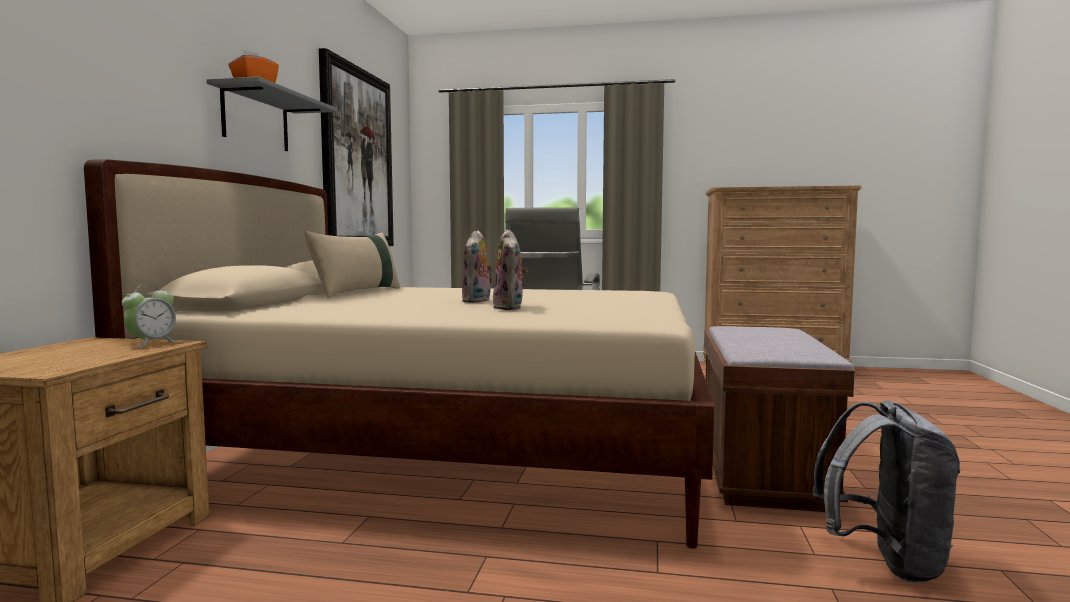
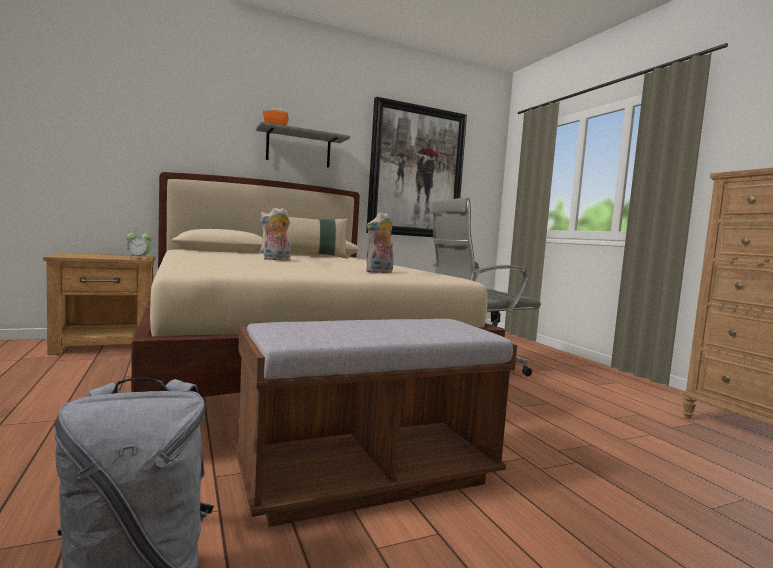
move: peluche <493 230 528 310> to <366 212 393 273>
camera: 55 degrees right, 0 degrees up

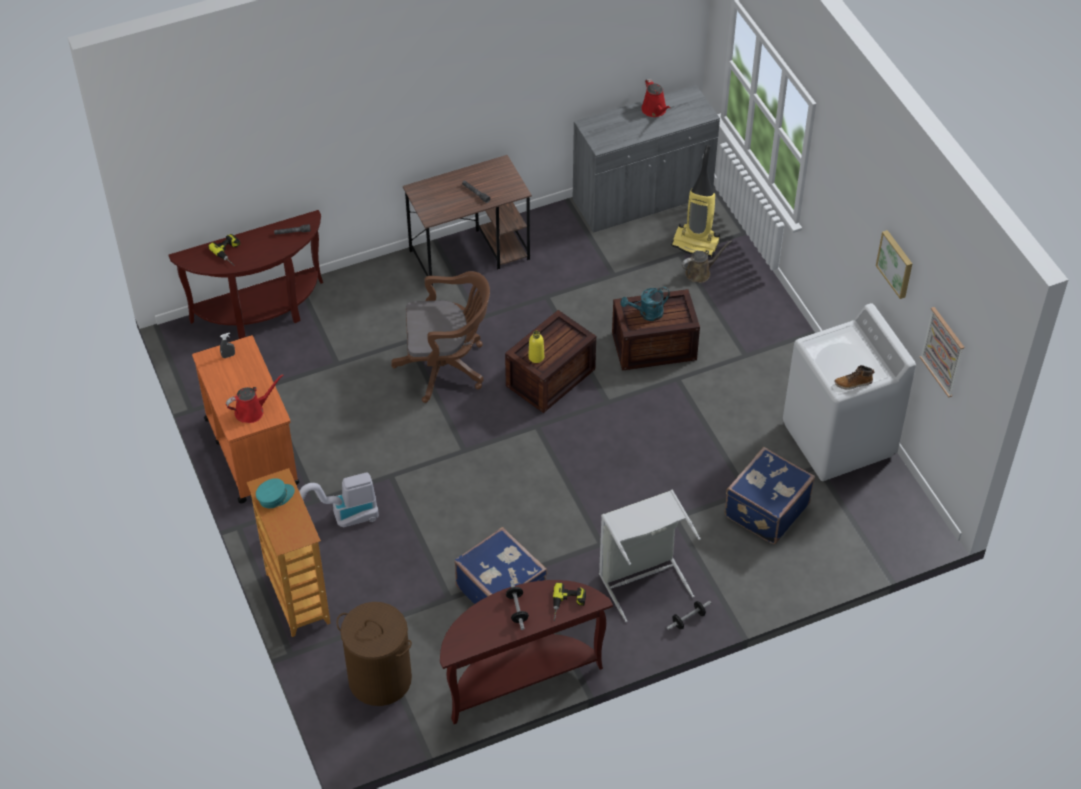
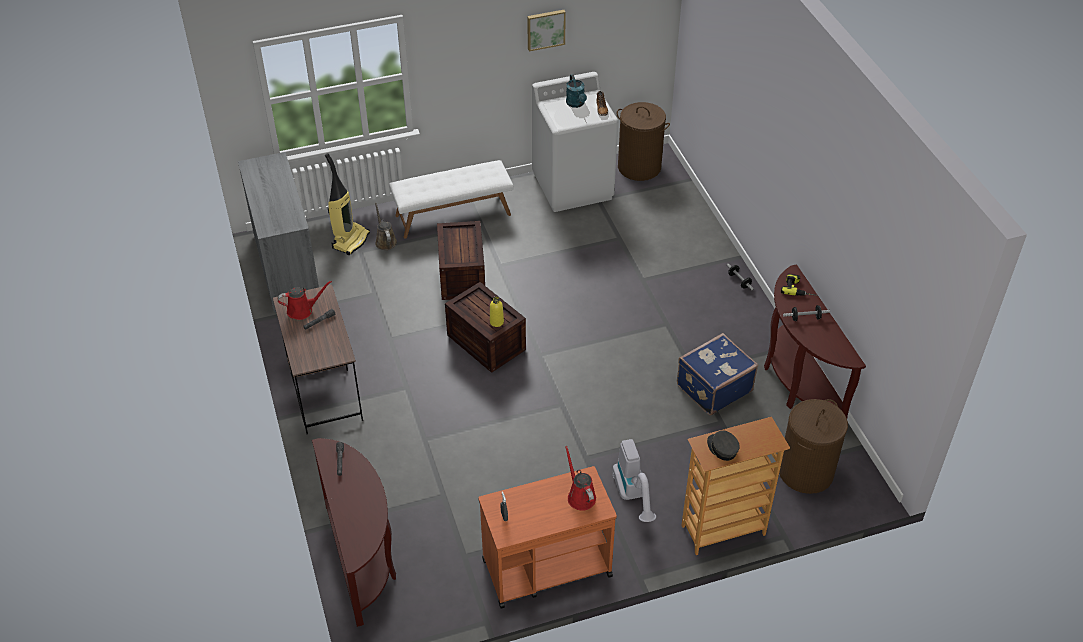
delete: perceuse <208 234 240 265>; chaise de bureau [marron] <391 271 490 403>; panier à linge [gris] <599 490 701 622>; valise [bleu] <724 447 815 544>; tableau <920 307 965 398>
insert: banc [blanc] <389 160 514 239>; panier à linge [marron] <617 102 670 181>
move: arrosoir [turquoise] <621 287 670 321> to <566 75 587 108>; arrosoir [rouge] <642 78 671 117> to <277 281 332 320>
recolor: casquette [turquoise] <256 478 295 508> to casquette [gris] <707 430 740 461>
camera: 85 degrees left, 5 degrees down

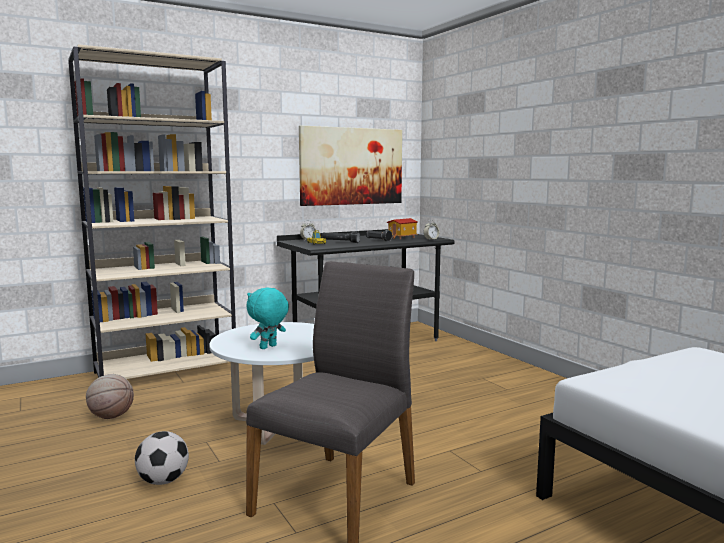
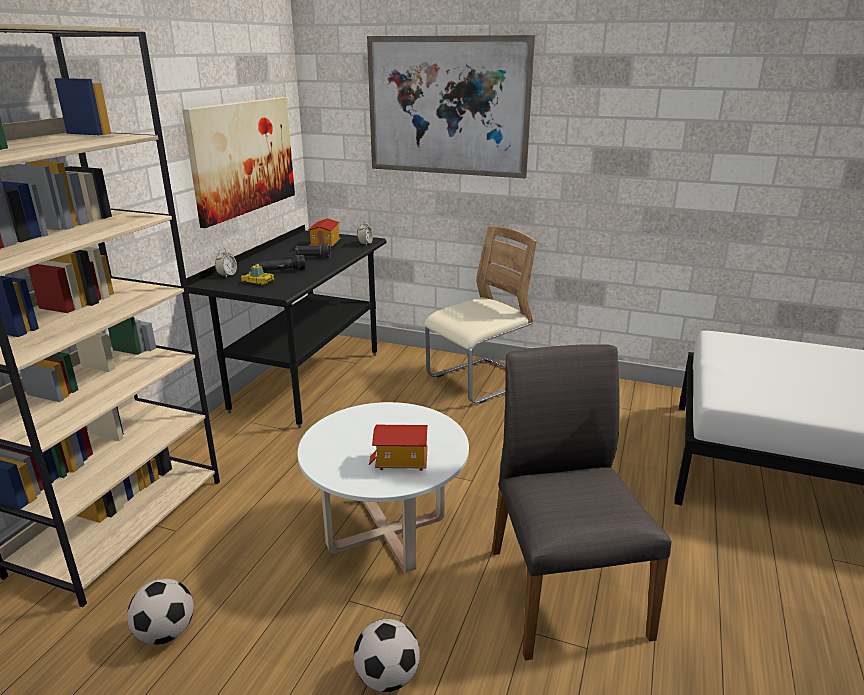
insert: tableau <367 35 535 178>; chaise [beige] <424 226 537 404>
replace: ballon de basket <86 374 134 419> to ballon de foot <127 579 194 645>; peluche [turquoise] <246 288 289 349> to maison miniature <369 425 428 471>
camera: 40 degrees left, 15 degrees up

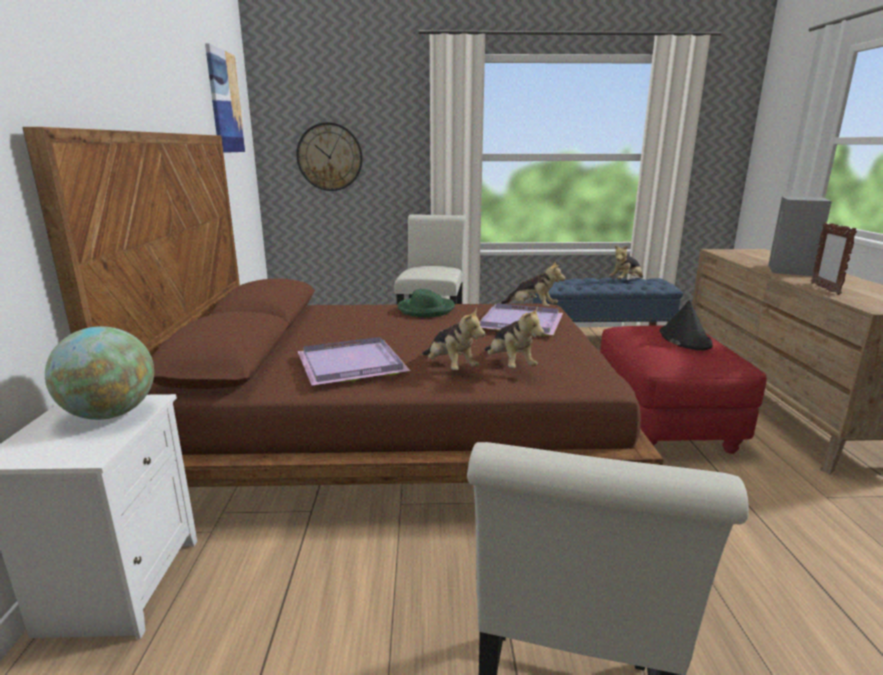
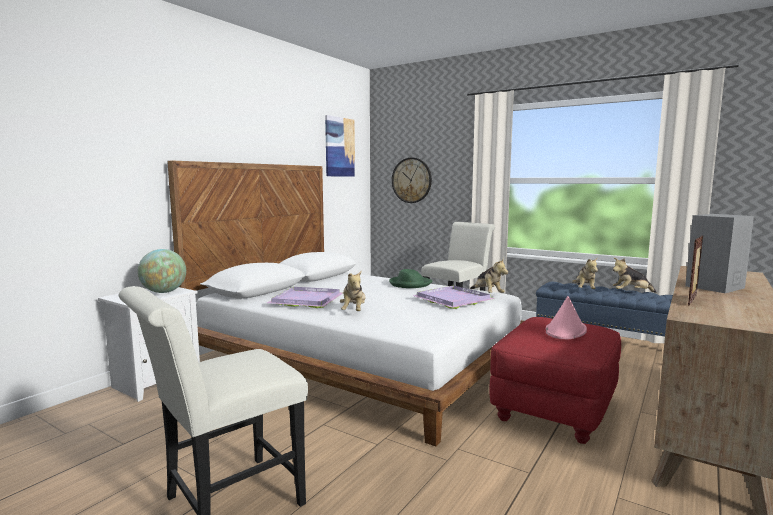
move: peluche <484 306 545 368> to <572 257 598 289>
recolor: lit [marron] <23 127 664 487> to lit [blanc] <167 161 524 446>; chapeau [noir] <659 300 713 350> to chapeau [rose] <546 296 587 339>
camera: 35 degrees right, 10 degrees down

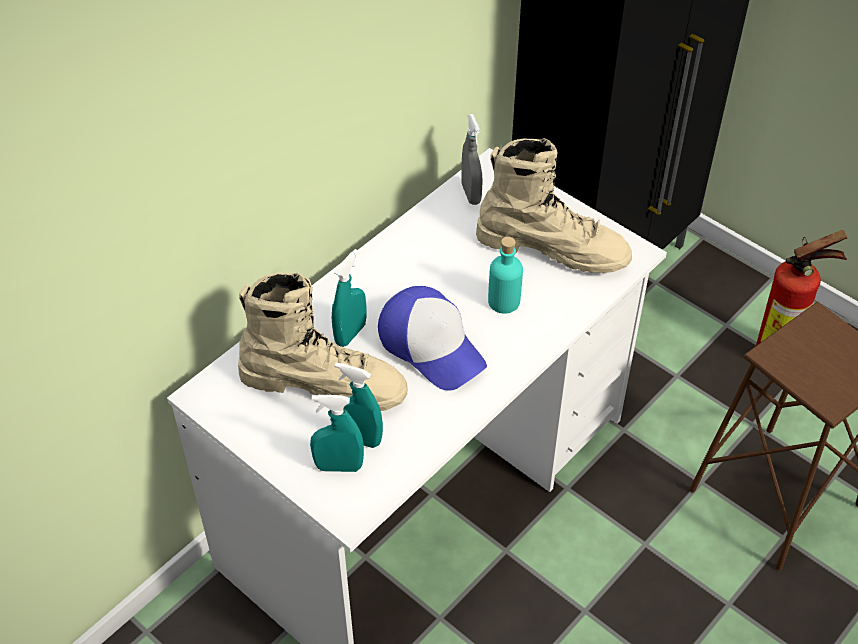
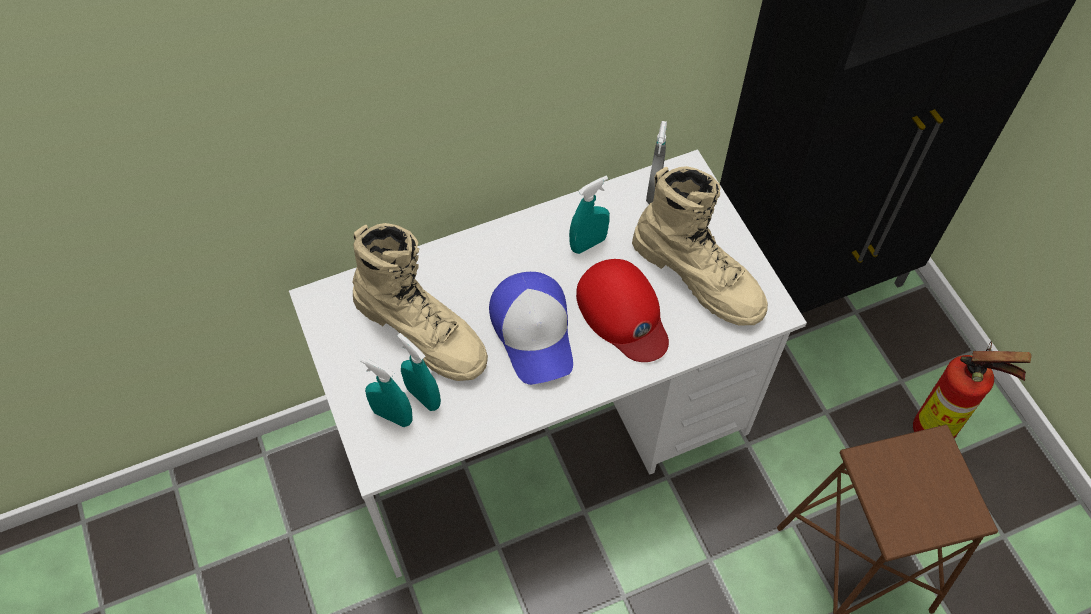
move: vaporisateur [turquoise] <332 249 366 347> to <569 176 610 254>
replace: bouteille [turquoise] <488 237 523 314> to casquette [rouge] <576 259 669 362>
camera: 25 degrees right, 10 degrees up

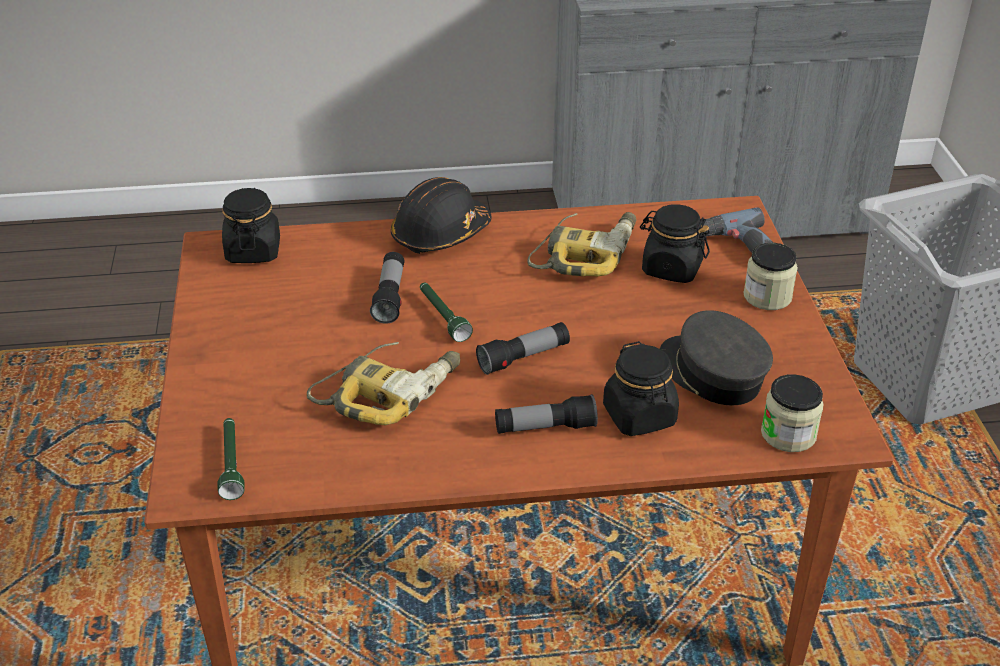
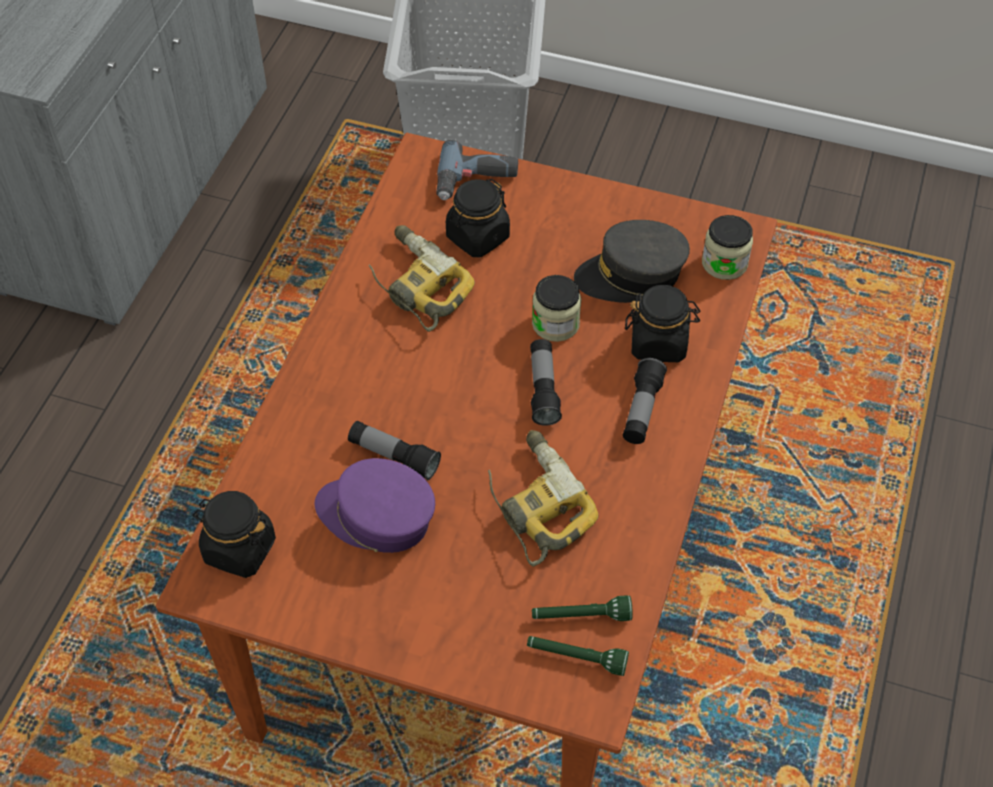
delete: casque de chantier [noir] <390 177 492 254>
insert: casquette [violet] <315 458 435 553>
move: lampe de poche [vert] <420 282 473 342> to <532 596 633 621>; bocal <743 243 798 310> to <532 275 581 342>
camera: 65 degrees left, 15 degrees up

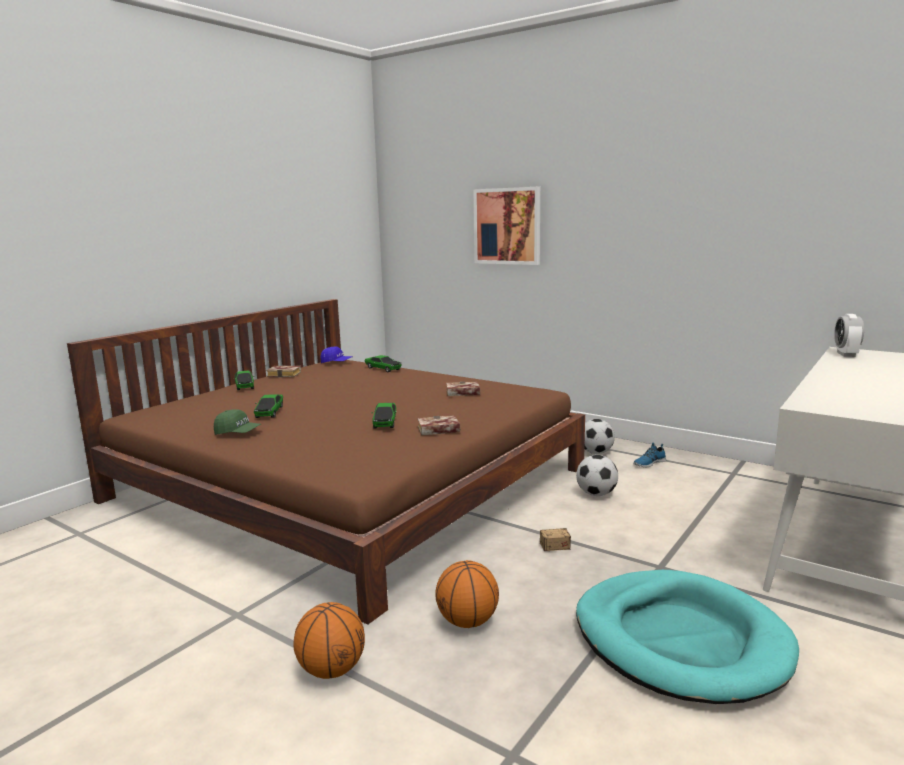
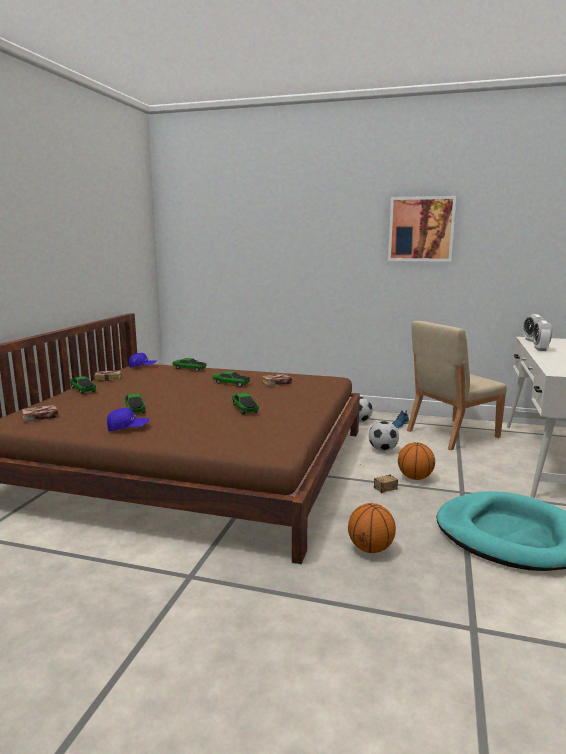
insert: petite voiture <212 371 250 387>; chaise [beige] <407 321 507 450>; réveil <533 321 552 351>
move: ballon de basket <294 602 365 679> to <398 442 435 480>; livre <418 415 460 435> to <22 405 59 422>; tableau <473 187 540 265> to <388 196 456 262>
recolor: casquette [vert] <214 409 261 435> to casquette [bleu] <107 408 150 431>
camera: 20 degrees left, 0 degrees up

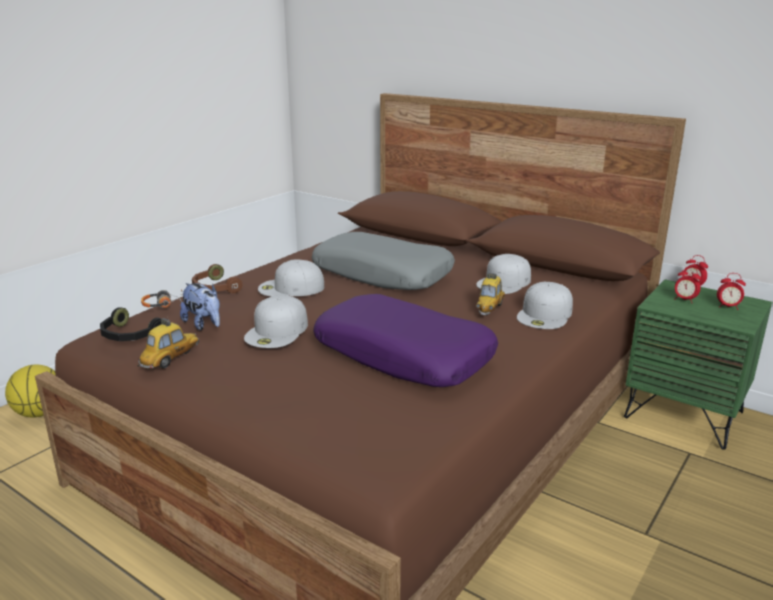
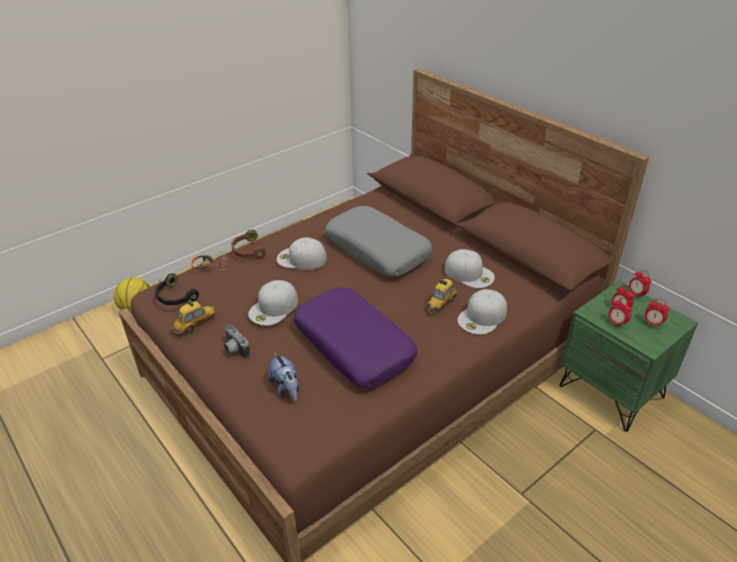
insert: appareil photo <224 324 250 359>; réveil <607 298 632 329>
move: peluche <180 283 220 330> to <268 352 299 401>
rotate: casquette [blanc] <476 254 531 294> = <445 249 495 288> 105 degrees counterclockwise
camera: 15 degrees right, 15 degrees up

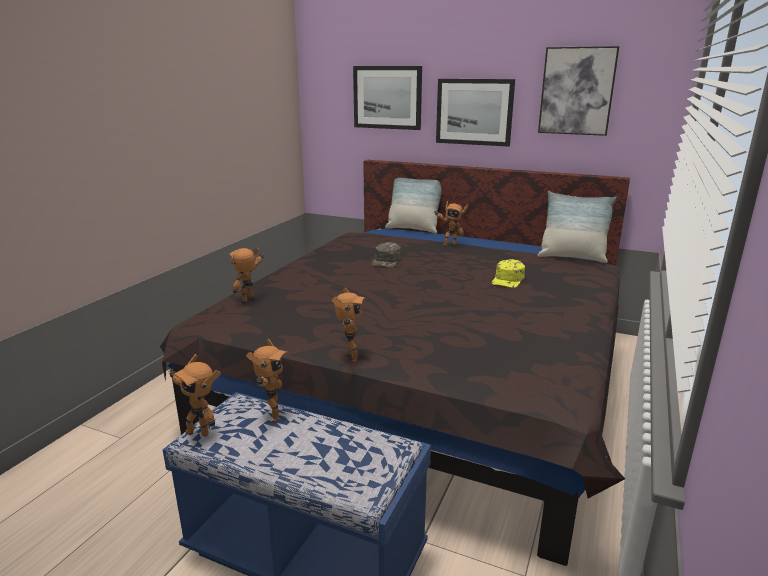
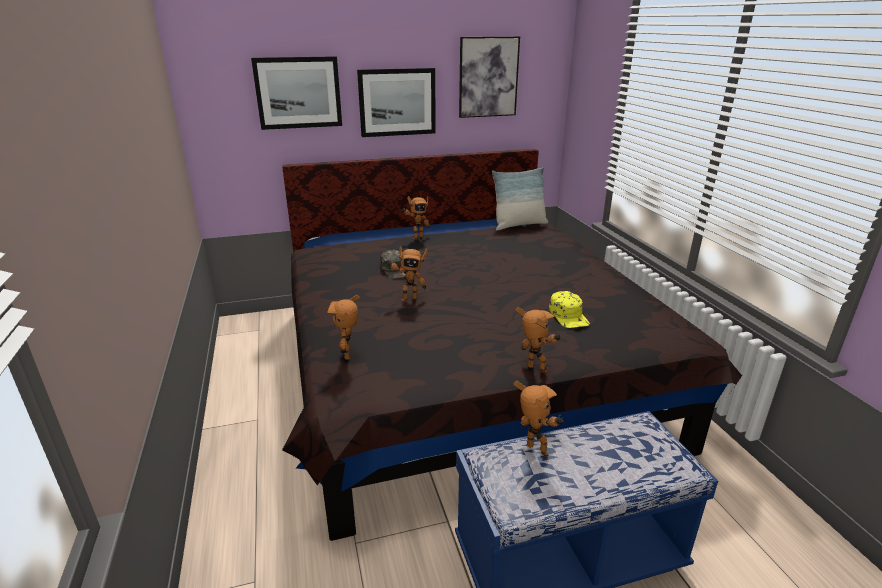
delete: coussin <385 178 441 233>
move: robot jouet <168 354 221 437> to <386 246 428 302>; casquette [jaune] <491 259 525 288> to <549 291 590 328>
camera: 40 degrees left, 5 degrees up

